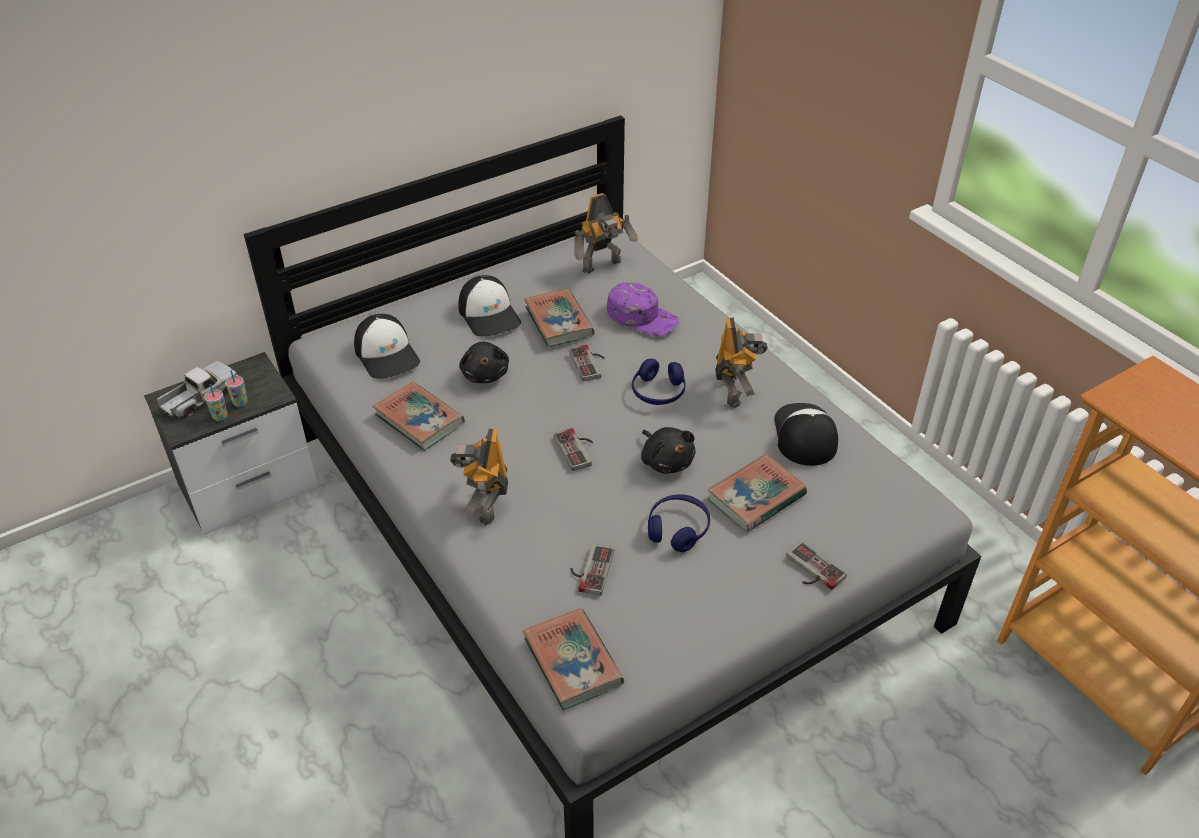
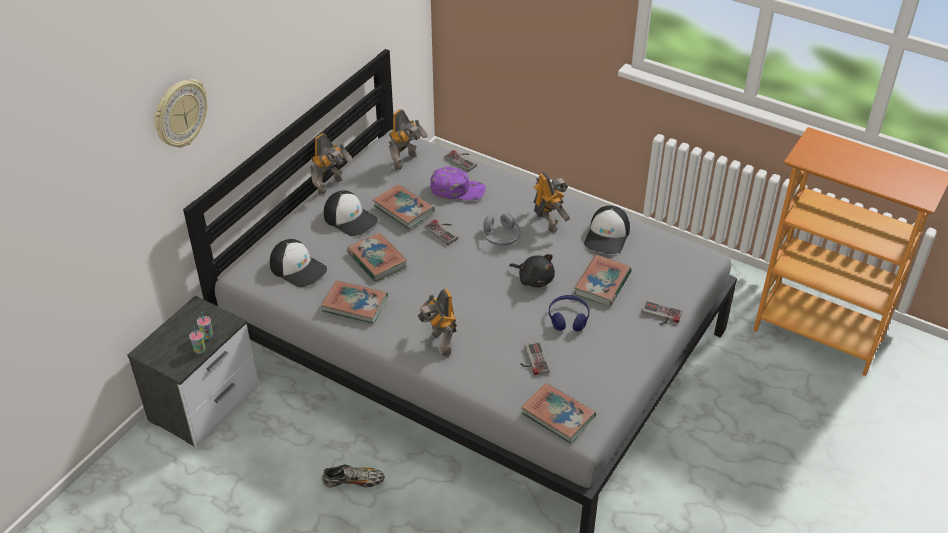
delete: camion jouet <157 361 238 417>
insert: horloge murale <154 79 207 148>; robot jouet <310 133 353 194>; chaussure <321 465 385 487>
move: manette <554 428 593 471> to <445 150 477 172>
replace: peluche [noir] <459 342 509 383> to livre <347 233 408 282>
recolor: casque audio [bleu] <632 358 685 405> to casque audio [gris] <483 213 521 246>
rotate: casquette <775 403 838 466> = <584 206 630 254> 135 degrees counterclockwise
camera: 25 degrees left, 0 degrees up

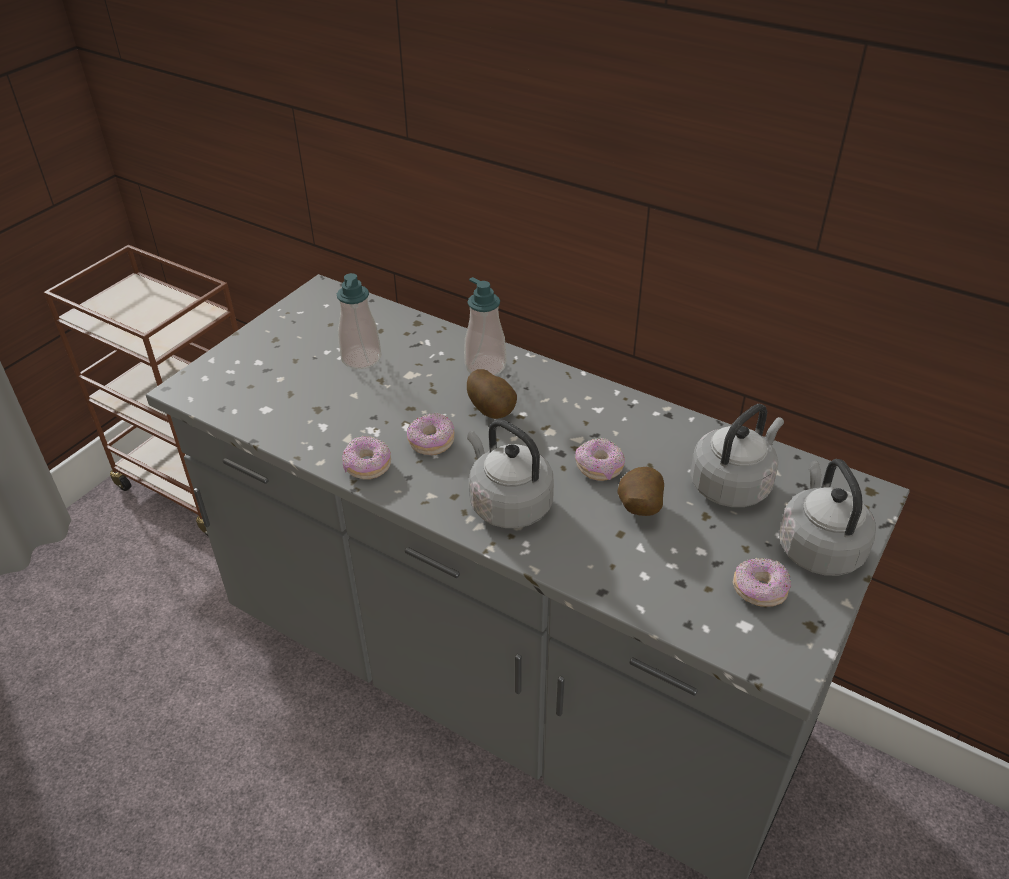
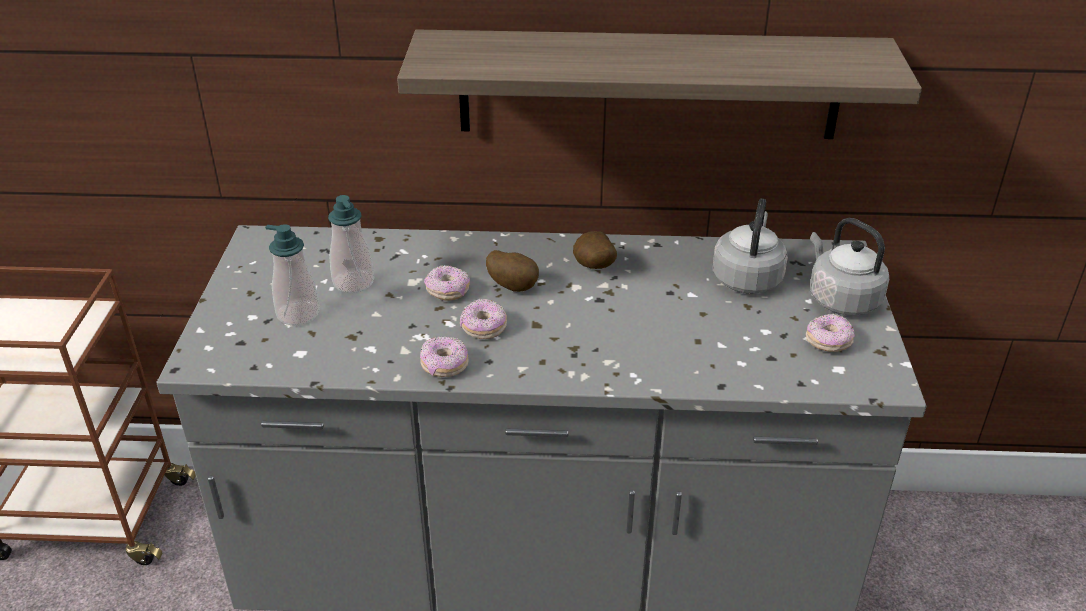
delete: bouilloire [gris] <467 419 554 528>
insert: étagère <397 30 922 139>
move: distributeur de savon <464 277 506 376> to <265 224 320 325>; beignet <575 438 625 481> to <424 265 470 301>; pomme de terre <617 467 664 516> to <573 231 617 269>
camera: 30 degrees left, 5 degrees down

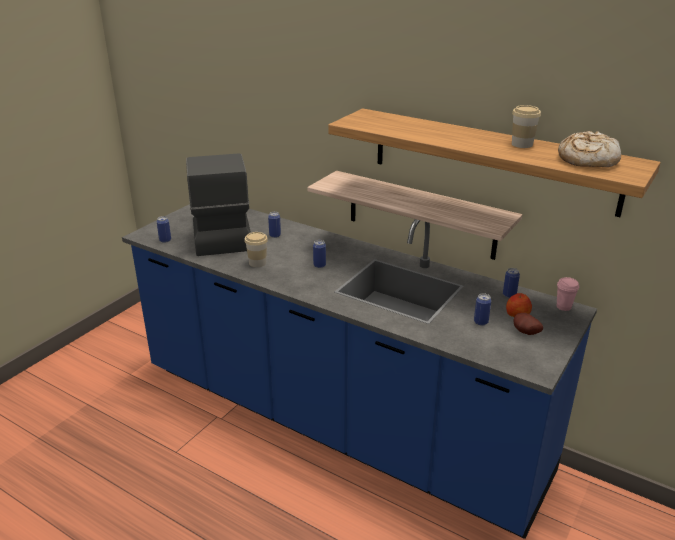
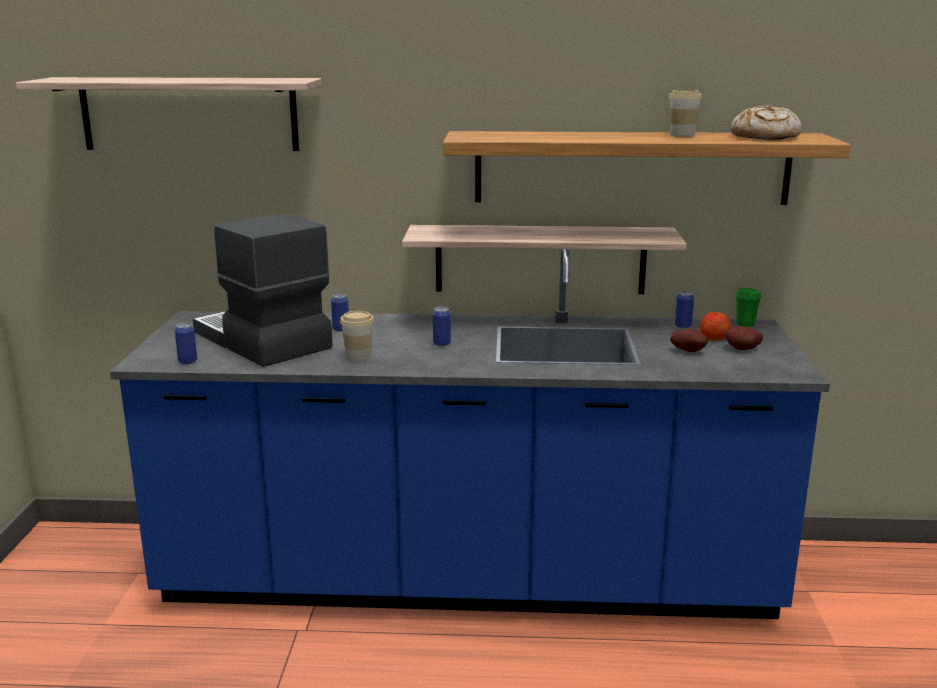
insert: étagère <16 77 322 151>
replace: boîte métallique <474 293 491 326> to pomme de terre <670 329 708 352>
recolor: tasse [rose] <557 277 579 311> to tasse [vert] <736 288 762 327>
camera: 30 degrees left, 10 degrees down

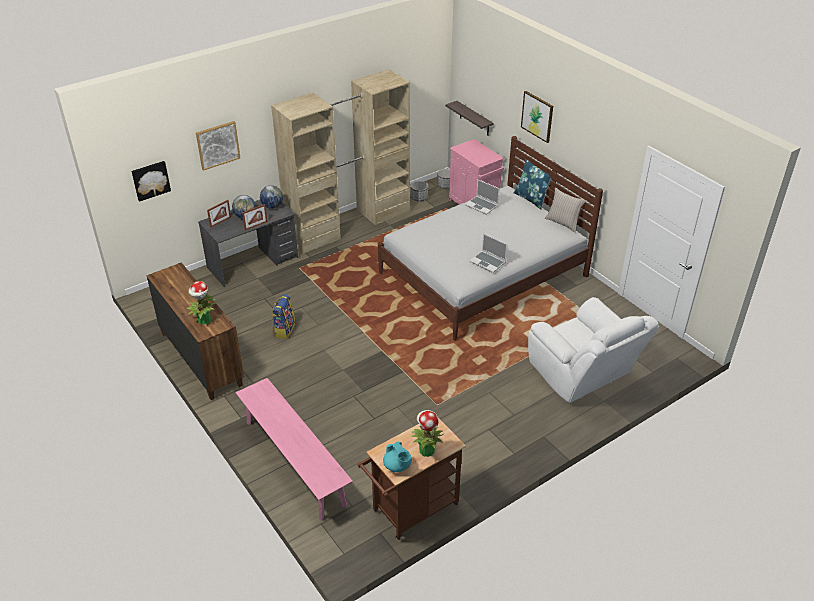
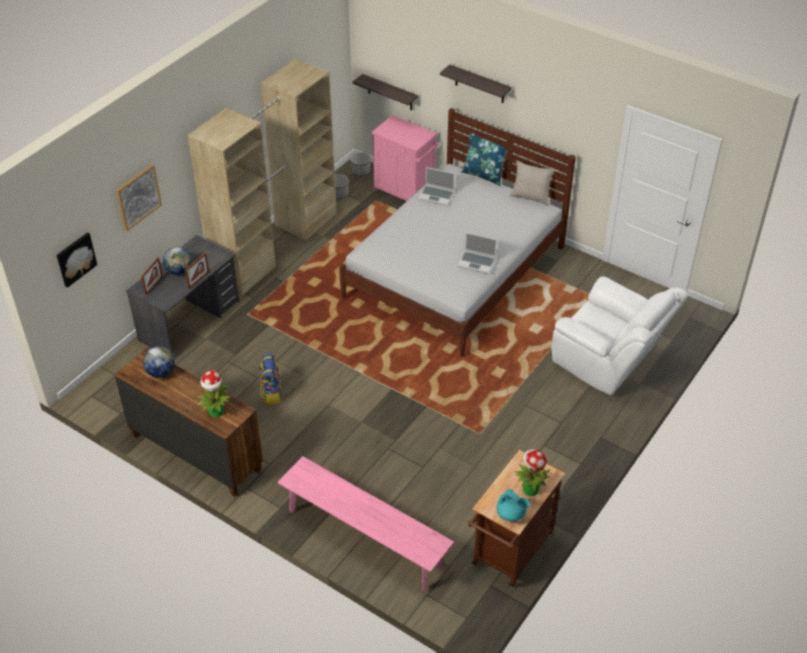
move: globe <260 185 283 209> to <143 346 175 378>
replace: tableau <521 91 553 143> to étagère <440 65 512 103>
camera: 20 degrees left, 5 degrees up

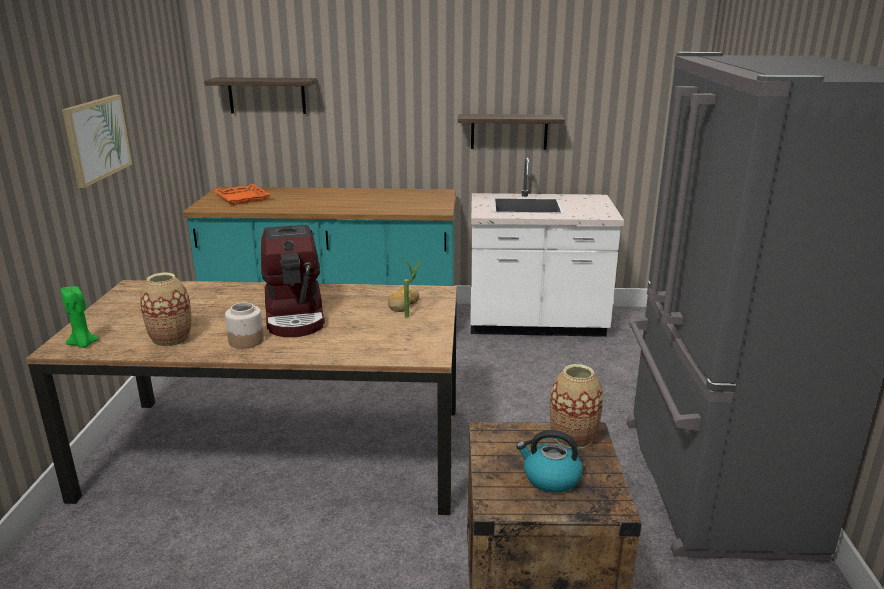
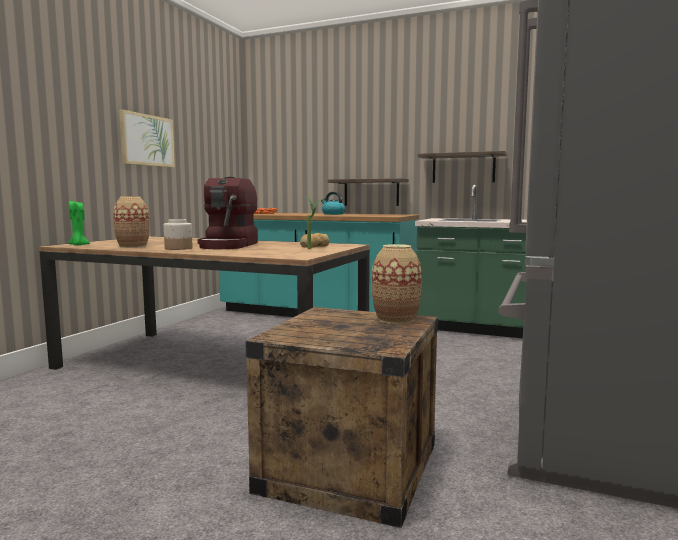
move: étagère <204 77 317 114> to <328 178 409 206>; bouilloire <516 430 583 493> to <321 192 346 215>
recolor: comptoir de cuisine [blanc] <470 158 624 337> to comptoir de cuisine [vert] <415 185 527 338>
camera: 20 degrees right, 15 degrees down

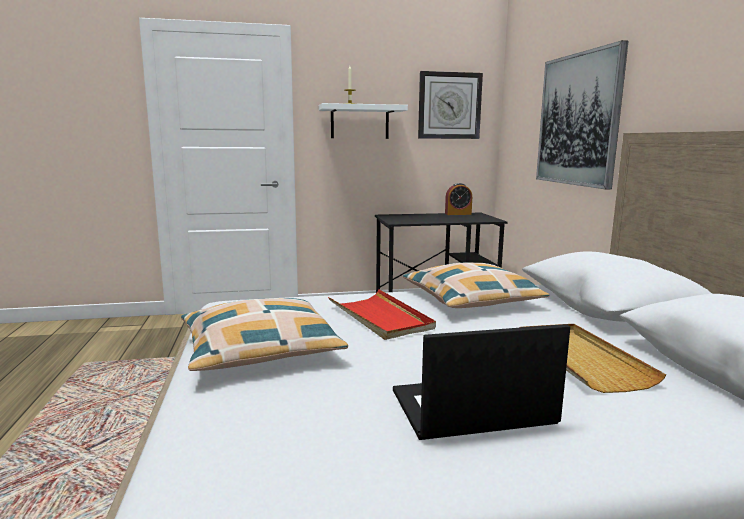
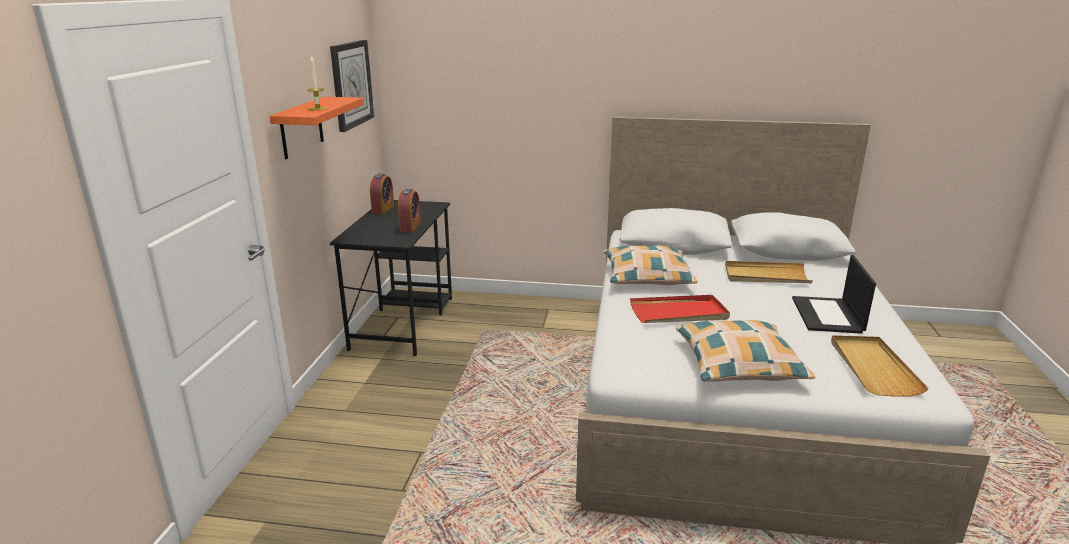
delete: tableau <536 40 629 189>
insert: réveil <398 189 421 232>; plateau [beige] <831 335 929 397>
recolor: étagère [blanc] <319 103 408 139> to étagère [orange] <269 97 364 159>
camera: 70 degrees left, 10 degrees up

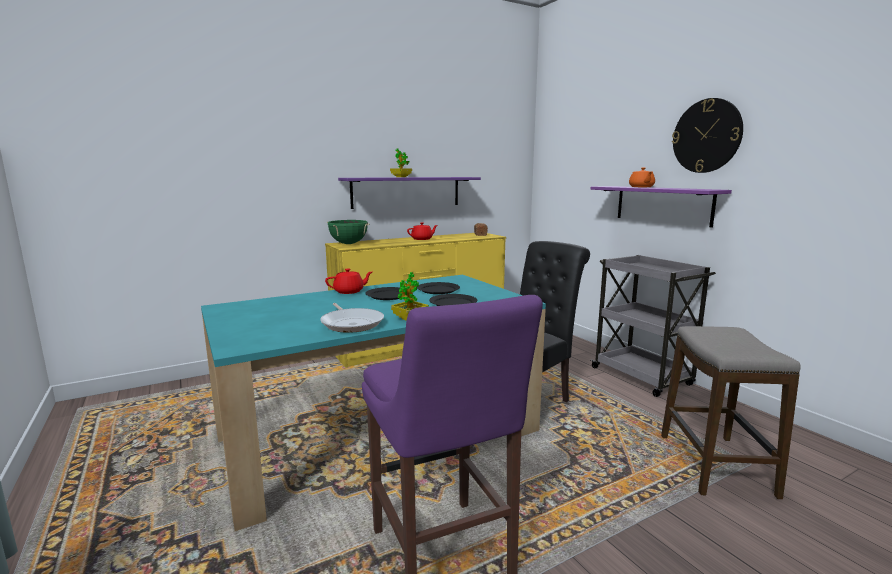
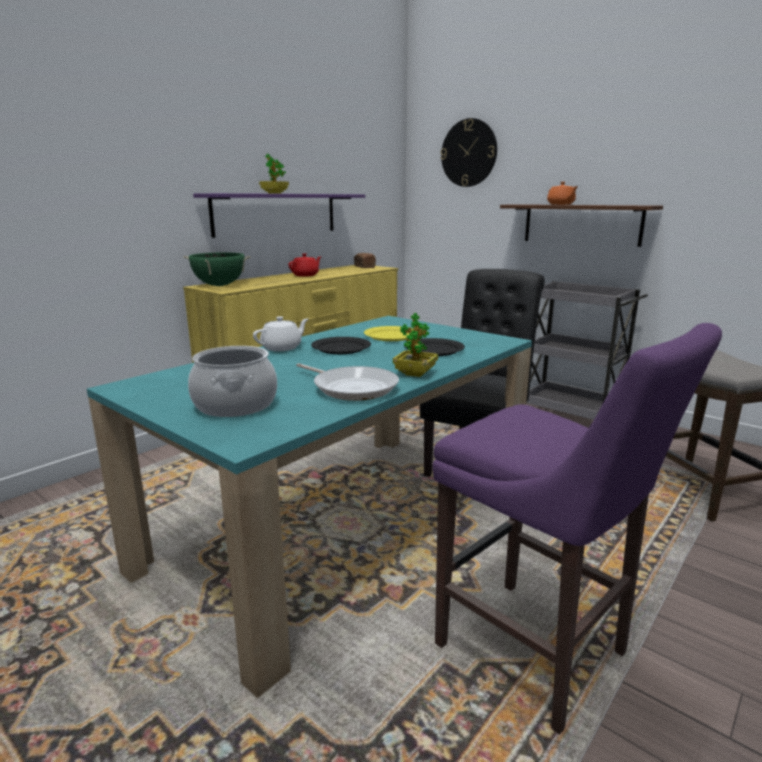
insert: marmite <188 346 277 417>
move: horloge murale <672 98 743 173> to <441 118 497 187>
recolor: théière [rouge] <325 269 372 294> to théière [blanc] <253 316 308 351>; assiette [noir] <417 282 460 294> to assiette [jaune] <364 326 413 341>; étagère [violet] <591 186 732 227> to étagère [marron] <500 204 663 247>
camera: 20 degrees left, 5 degrees up

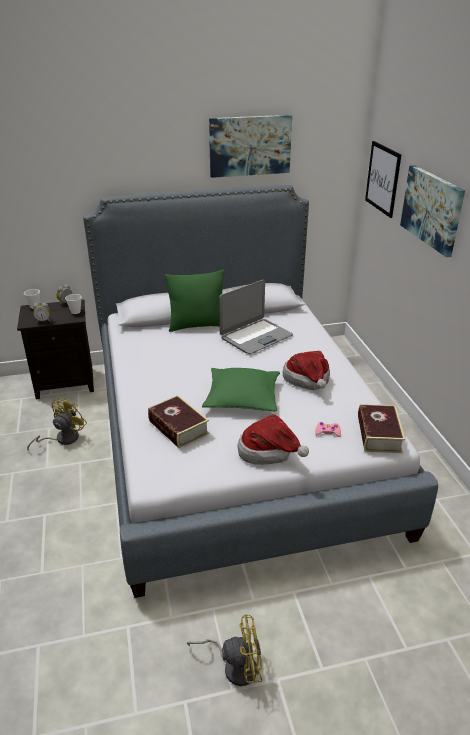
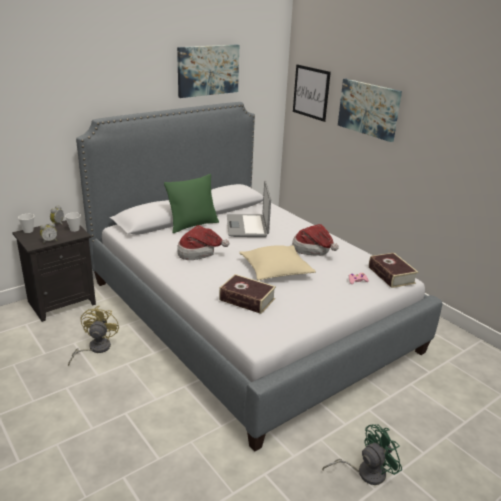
move: chapeau <237 414 309 465> to <177 225 229 260>
recolor: ventilateur [jaune] <187 614 262 686> to ventilateur [vert] <322 424 402 485>; coussin [vert] <202 368 280 412> to coussin [beige] <239 245 316 281>
rotate: ordinateur portable <219 280 293 354> = <227 181 271 237> 150 degrees clockwise
camera: 25 degrees left, 5 degrees down

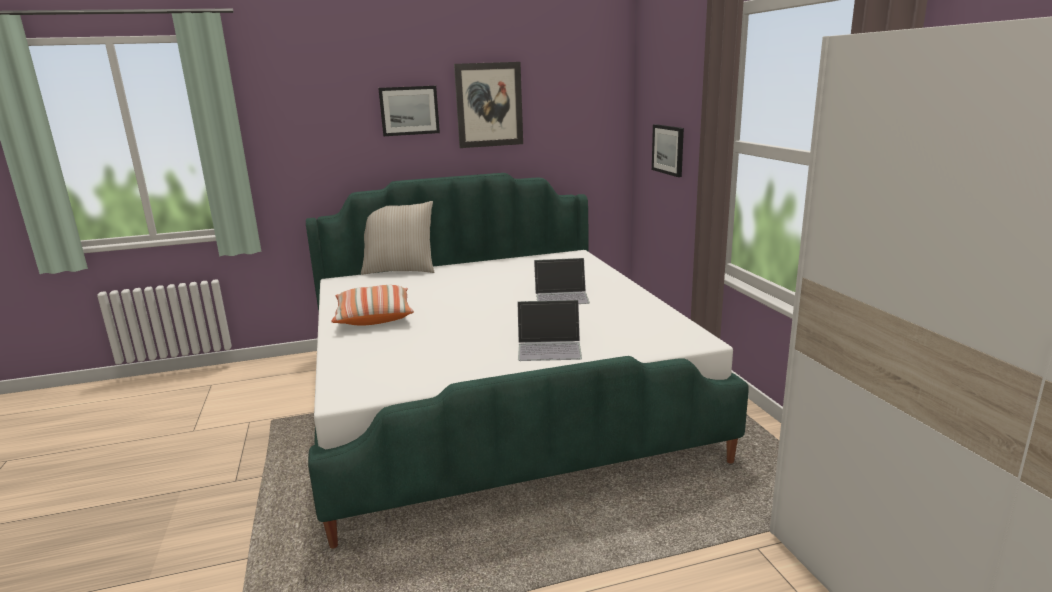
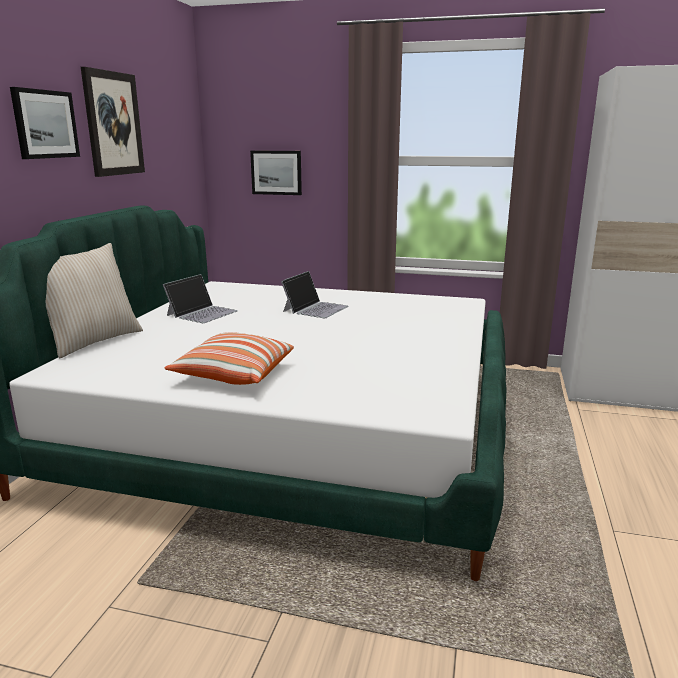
move: ordinateur portable <518 300 582 361> to <163 274 238 323>
camera: 60 degrees left, 0 degrees up

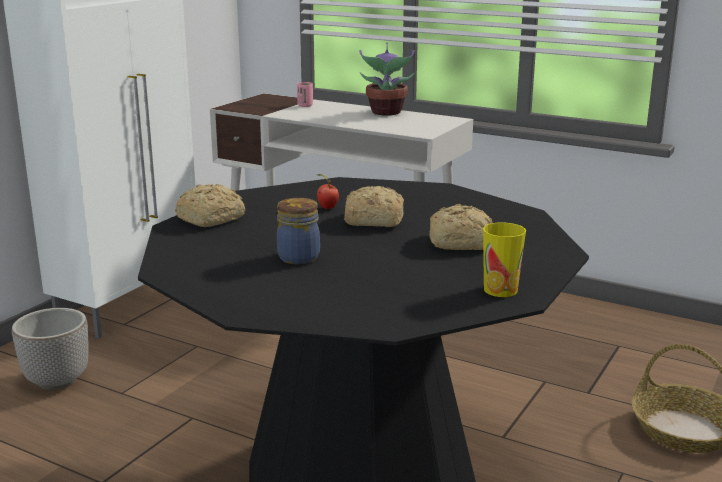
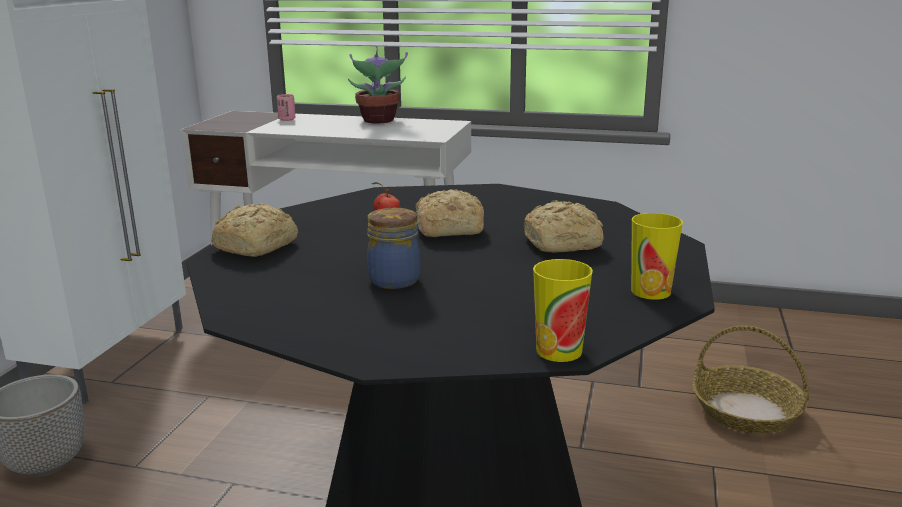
insert: tasse <533 259 593 362>
camera: 15 degrees left, 0 degrees up

